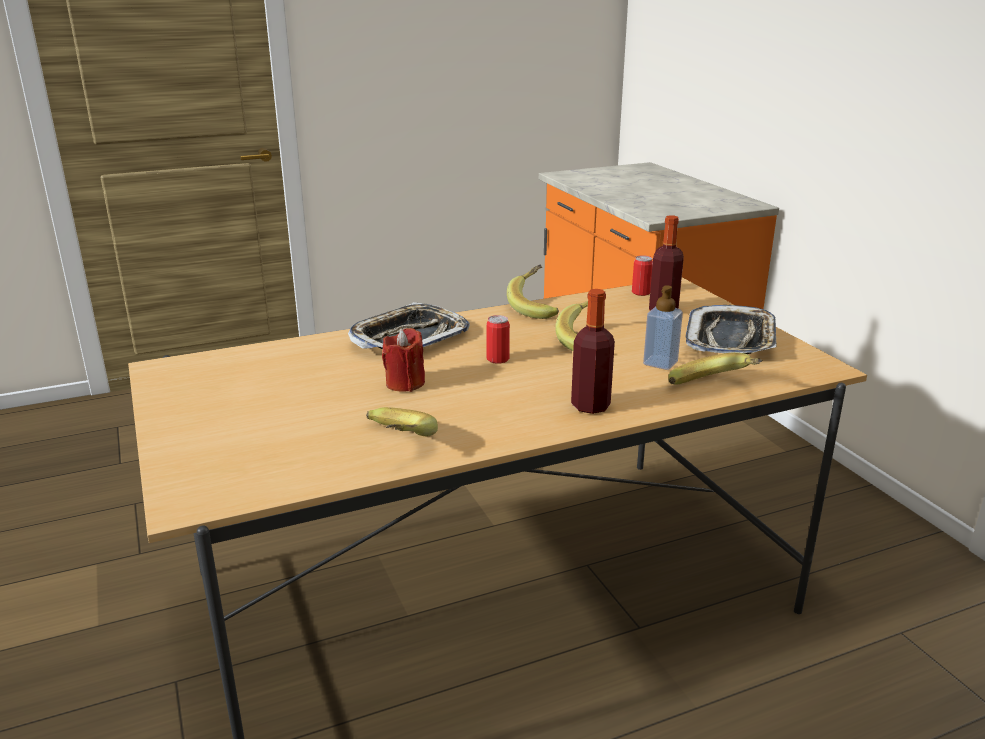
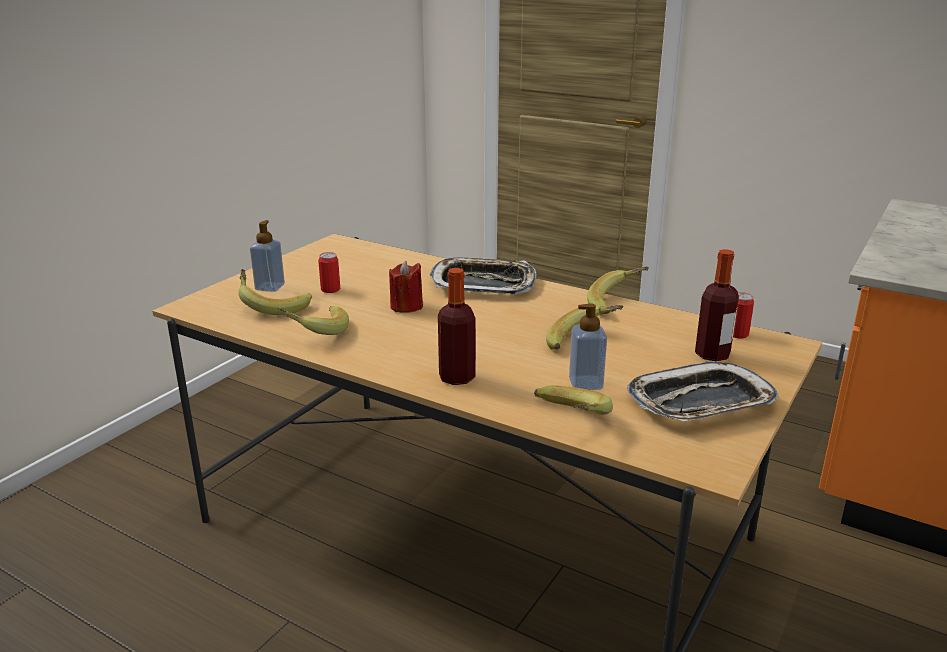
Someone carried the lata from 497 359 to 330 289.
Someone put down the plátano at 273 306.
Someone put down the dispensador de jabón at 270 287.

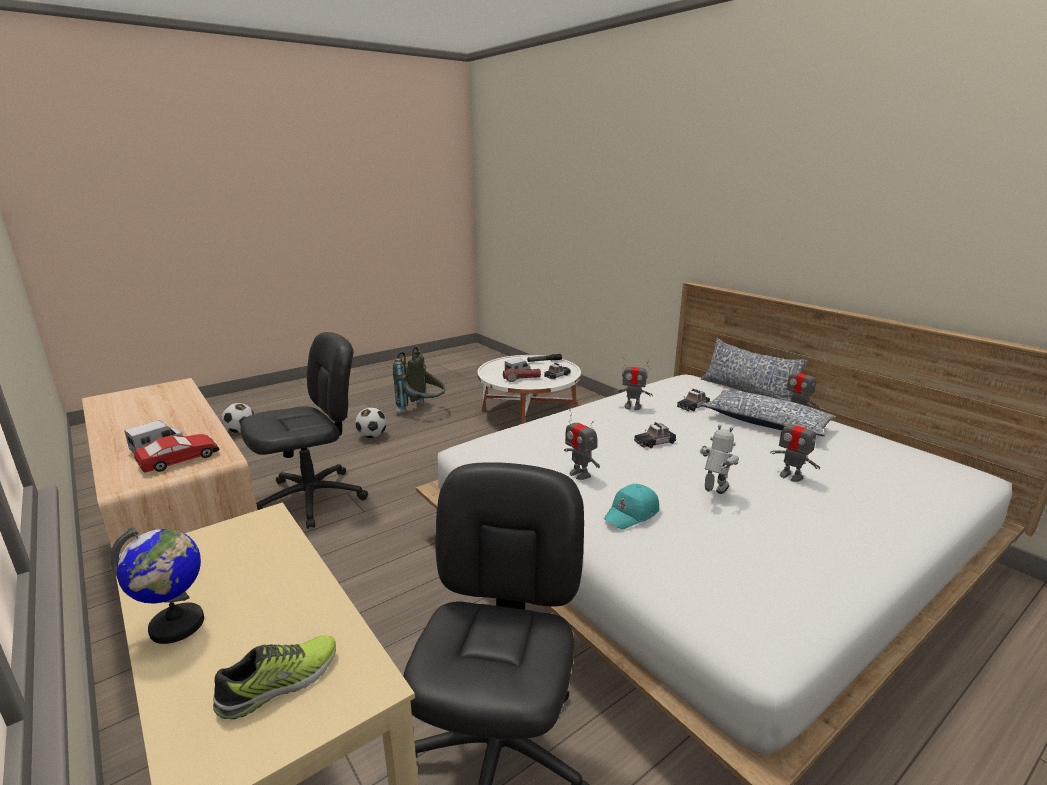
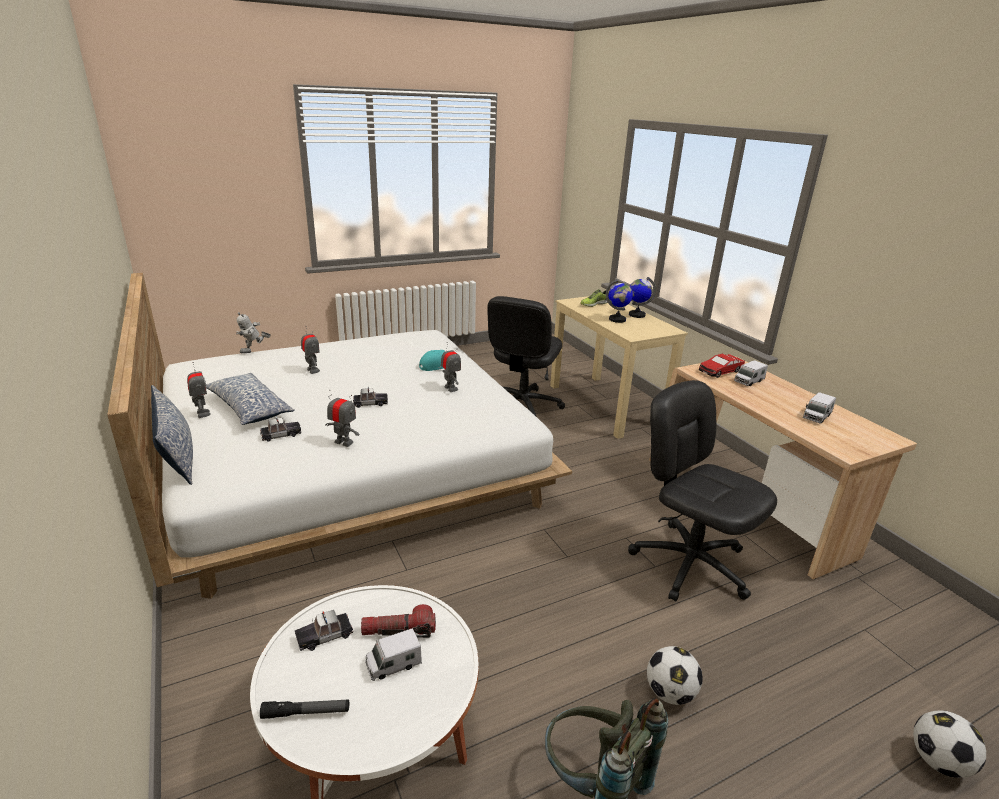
Someone rotated the silla de oficina (negro) at 312 498 by 75 degrees clockwise.
Someone carried the robot de juguete from 713 494 to 255 351.
Someone put down the globo terráqueo at 617 320.
Someone put down the camión de juguete at 816 416.

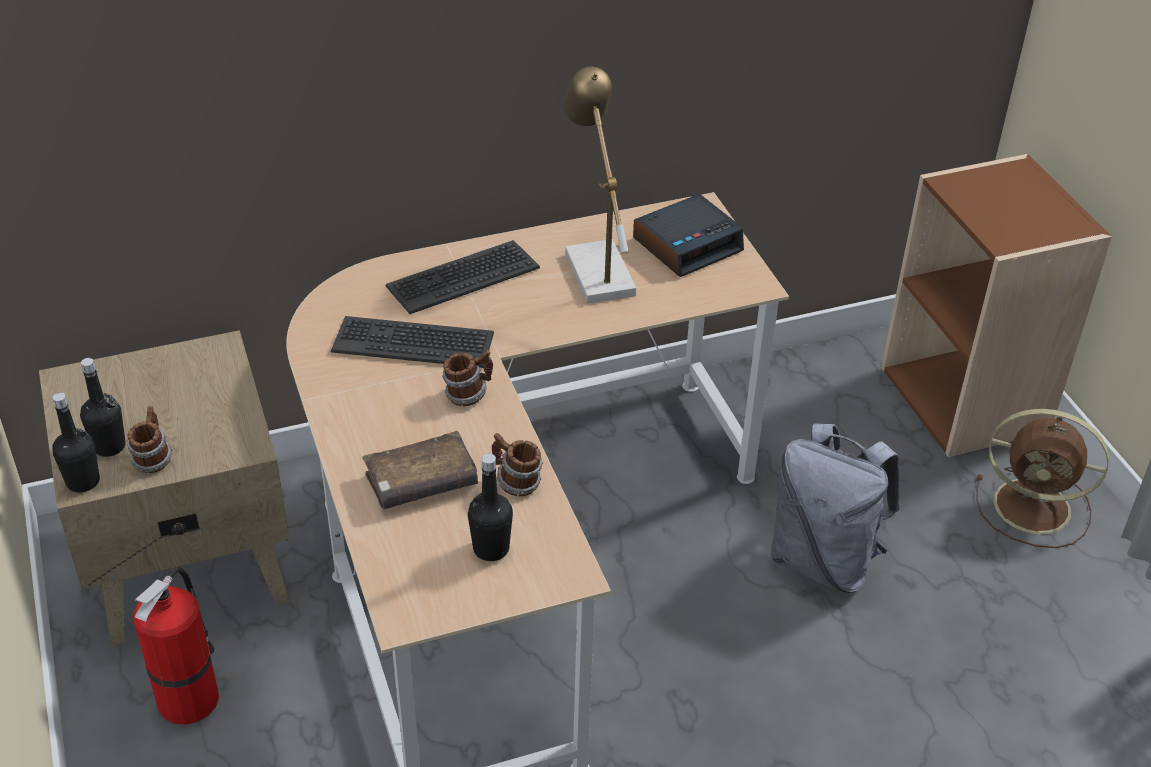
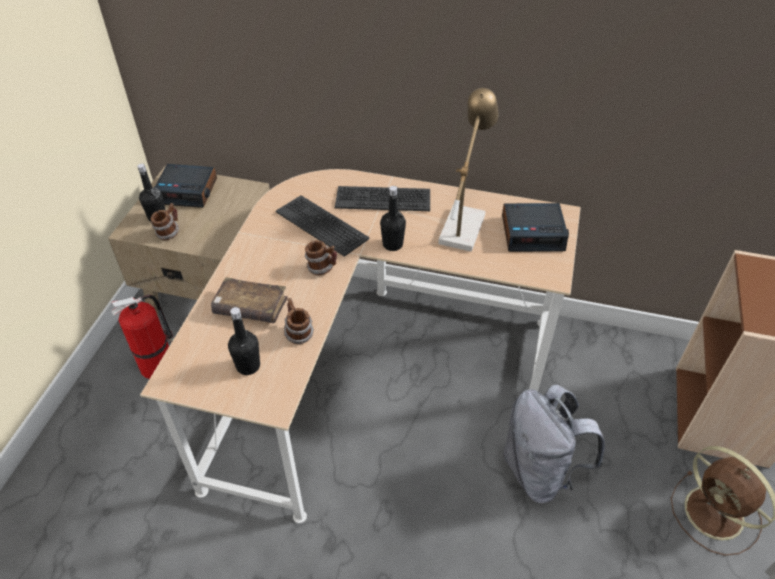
Someone carried the botella (negro) from 83 481 to 392 244.
Someone put down the despertador at 188 191.

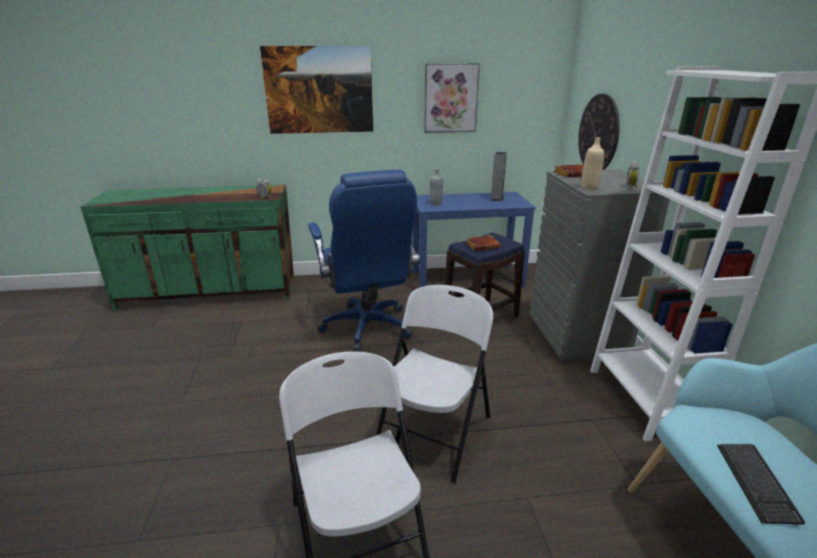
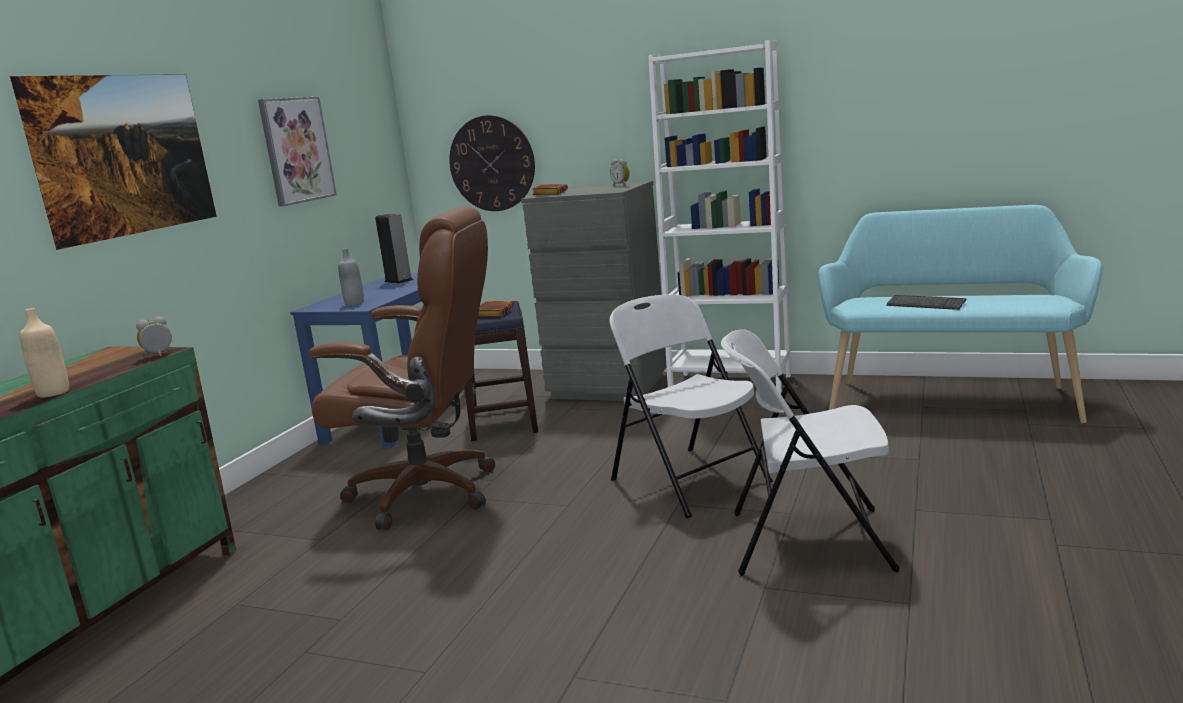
Someone repainted the silla de oficina (azul) at 367 328, which became the silla de oficina (marrón) at 427 493.
Someone carried the botella (beis) from 589 187 to 53 393.

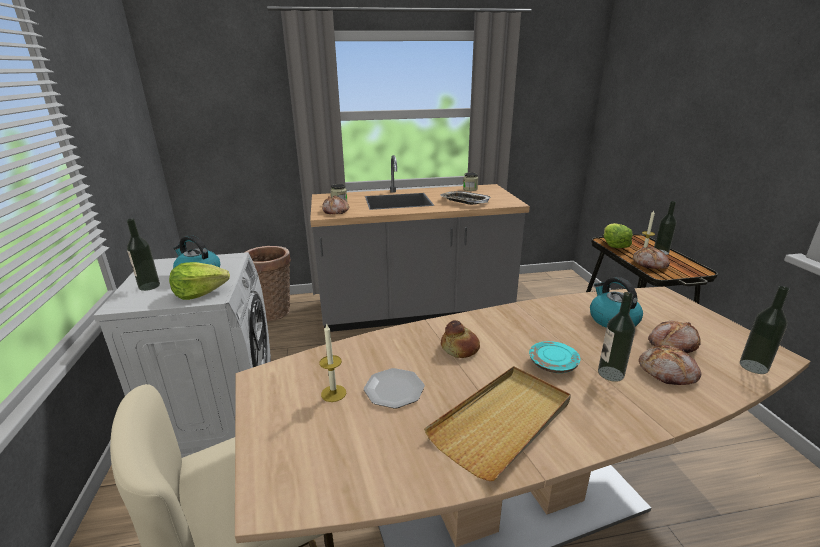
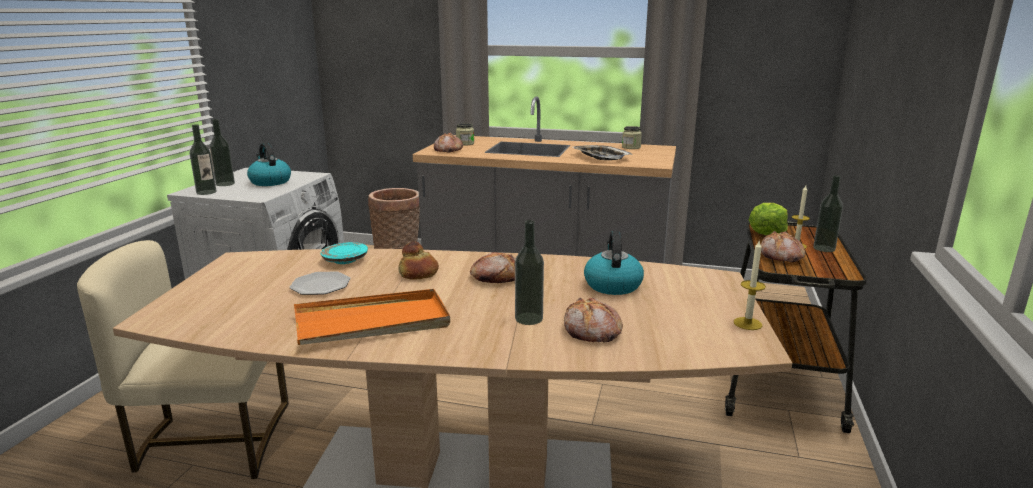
Someone took away the lechuga at 200 293.
Someone carried the vela from 333 393 to 747 323.
Someone repainted the bandeja (beis) at 503 421, which became the bandeja (naranja) at 372 322.
Someone carried the plato (turquesa) from 553 364 to 345 260.
Someone carried the pan from 671 344 to 496 277.
Someone carried the botella from 753 366 to 206 192.

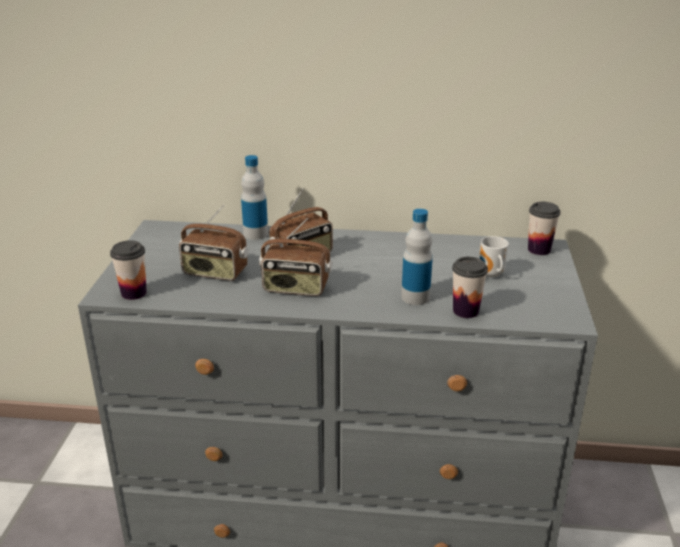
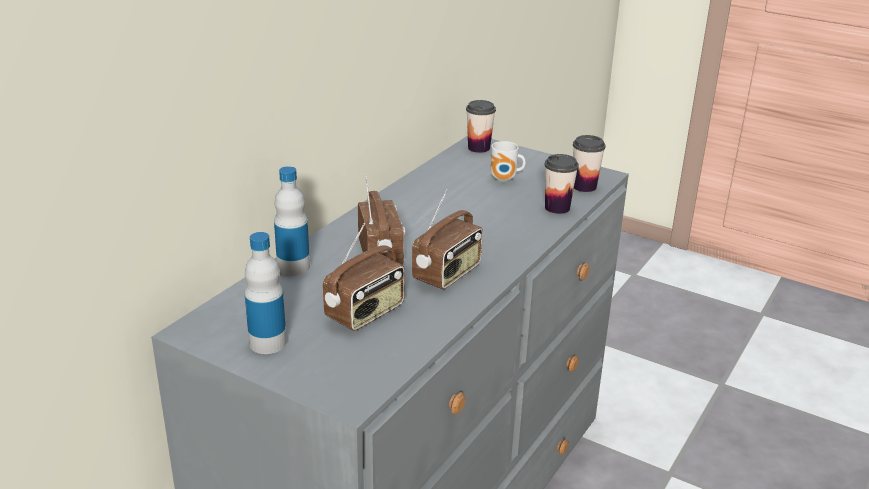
Someone carried the taza from 134 293 to 584 186.
Someone carried the botella from 415 297 to 267 343.

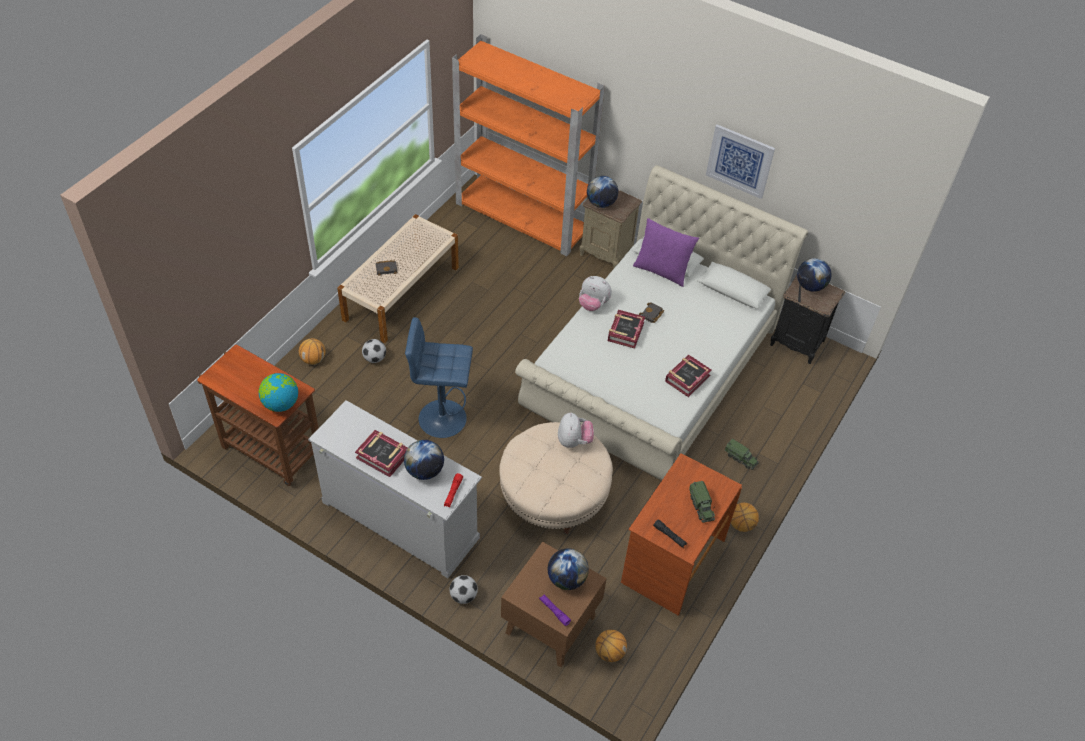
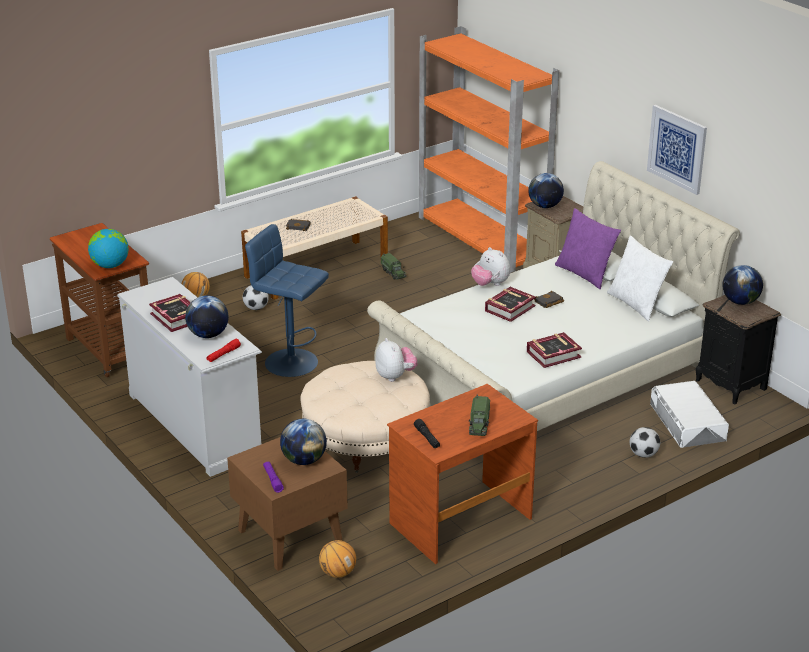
Someone carried the balón de fútbol from 463 596 to 643 454.
Someone rotated the peluche at 574 441 by 45 degrees counterclockwise.
Someone carried the camión de juguete from 740 458 to 393 273.
Someone took away the balón de baloncesto at 741 524.
Someone put down the cojín (blanco) at 636 304.
Someone put down the caja de almacenaje (blanco) at 688 422.

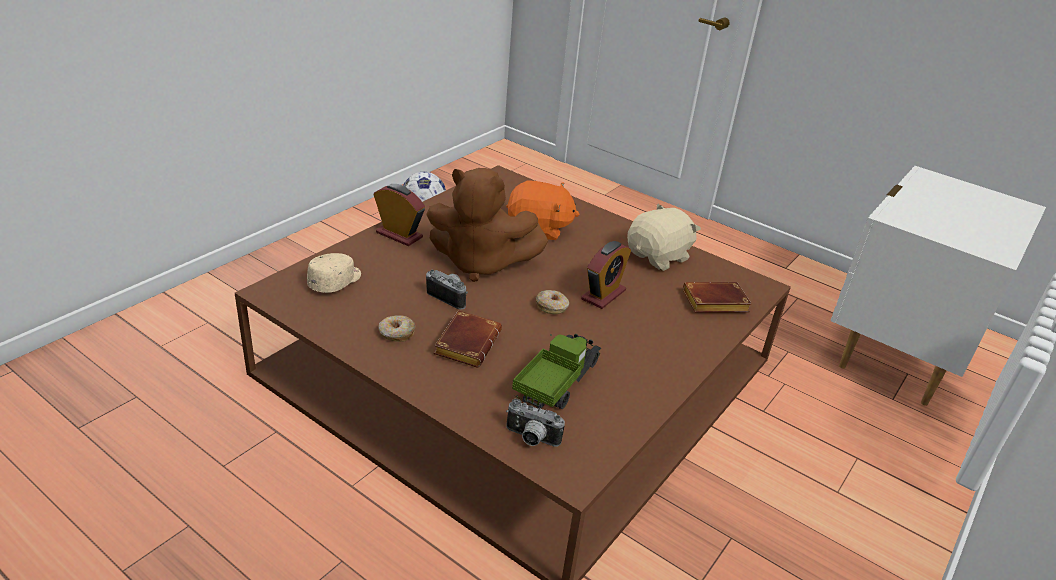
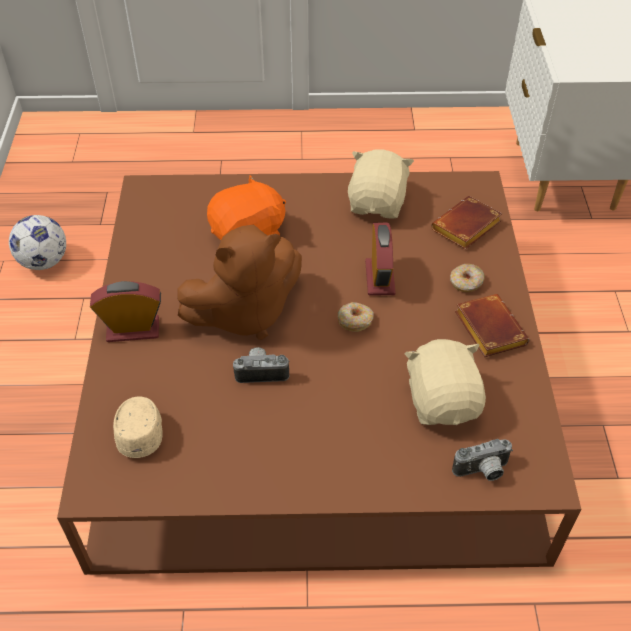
Someone carried the rosquilla from 396 333 to 466 283.
Someone carried the libro (marrón) from 466 343 to 487 329.
Someone swapped the camión de juguete at 556 383 for the peluche (beis) at 443 401.

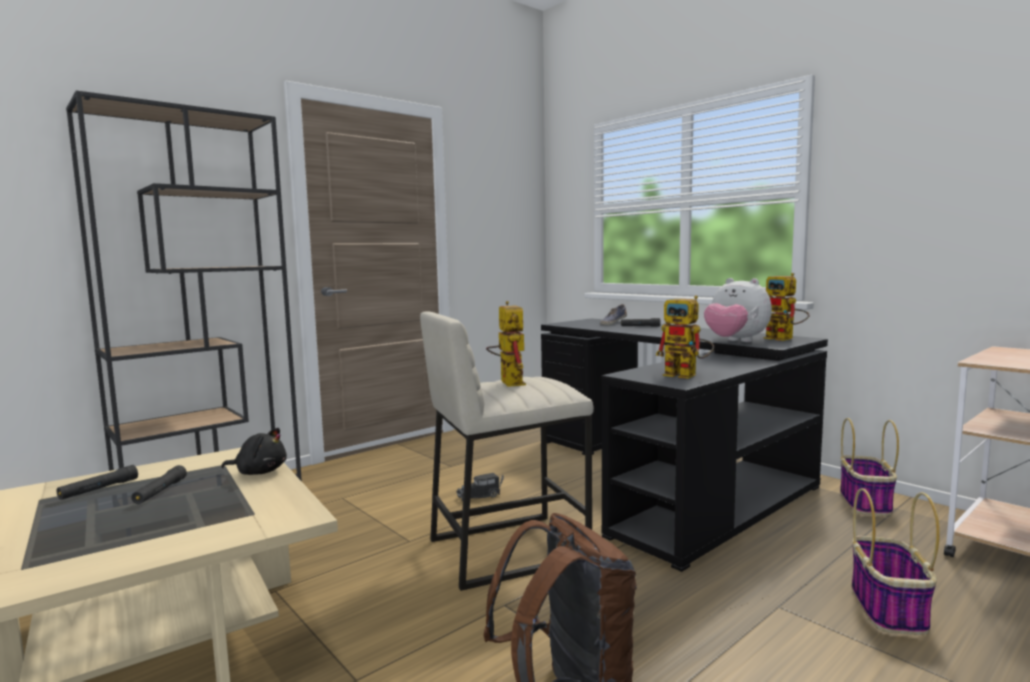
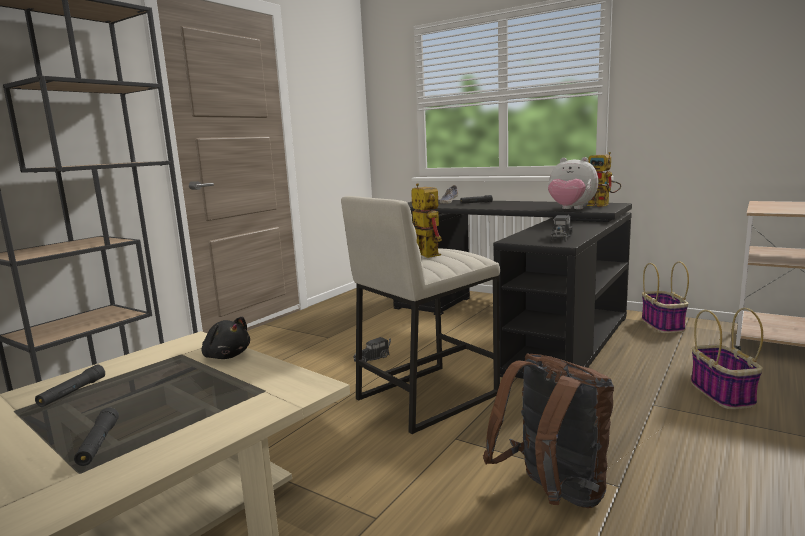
Someone carried the linterna (negro) from 160 491 to 98 444.
Someone rotated the peluche (negro) at 259 472 by 45 degrees clockwise.
Someone swapped the robot de juguete at 687 375 for the camión de juguete at 560 237.

